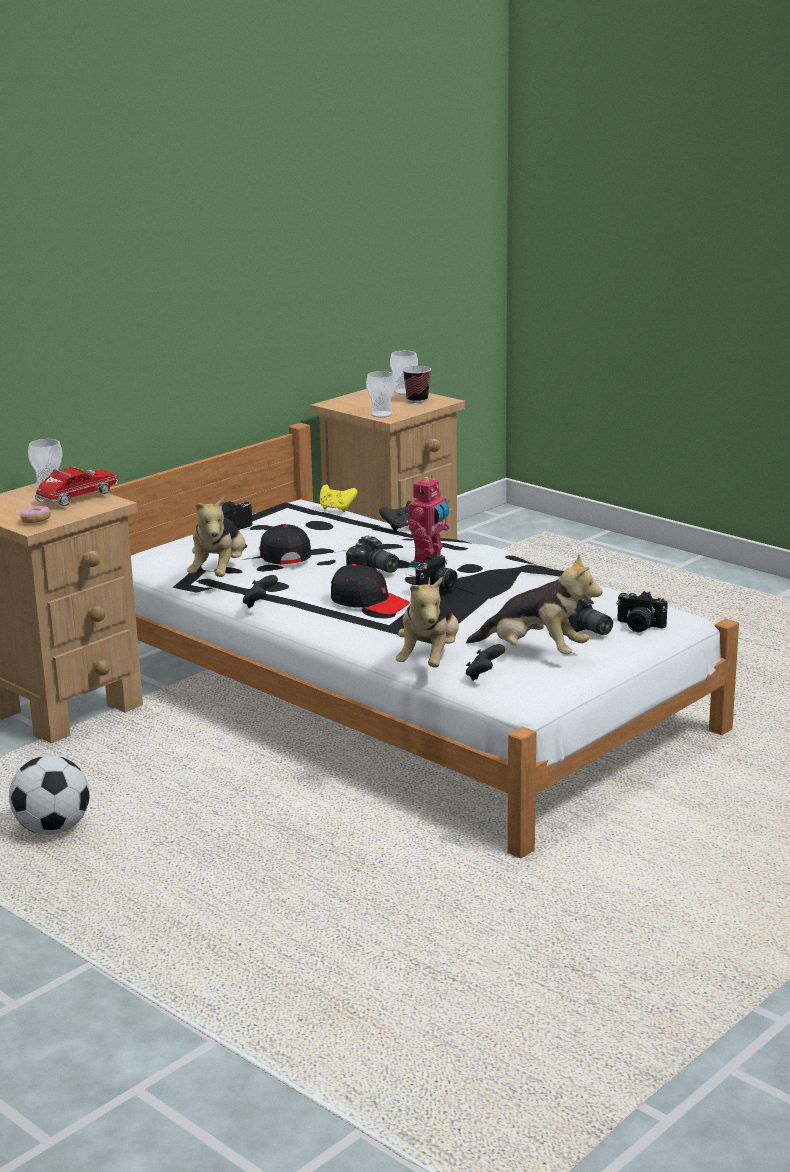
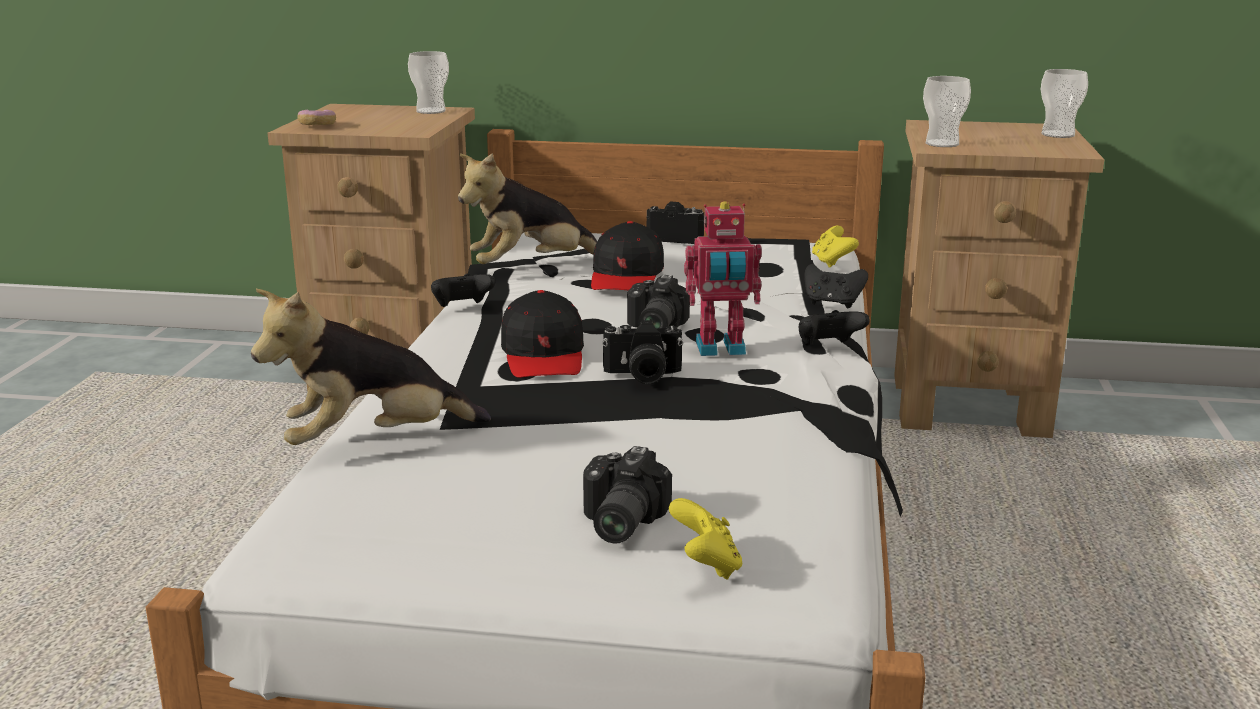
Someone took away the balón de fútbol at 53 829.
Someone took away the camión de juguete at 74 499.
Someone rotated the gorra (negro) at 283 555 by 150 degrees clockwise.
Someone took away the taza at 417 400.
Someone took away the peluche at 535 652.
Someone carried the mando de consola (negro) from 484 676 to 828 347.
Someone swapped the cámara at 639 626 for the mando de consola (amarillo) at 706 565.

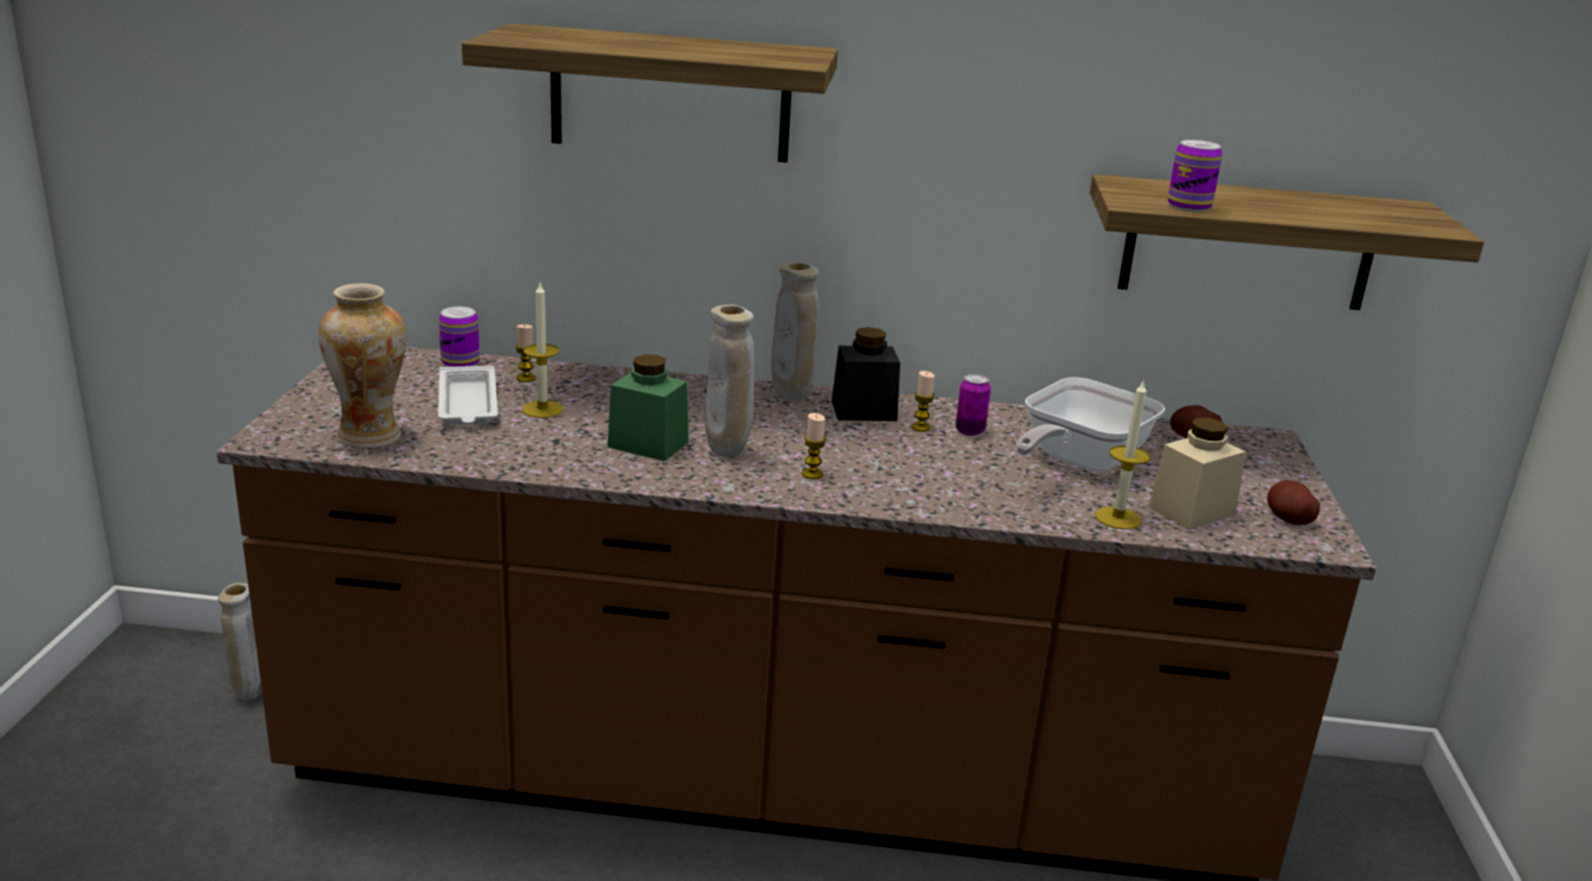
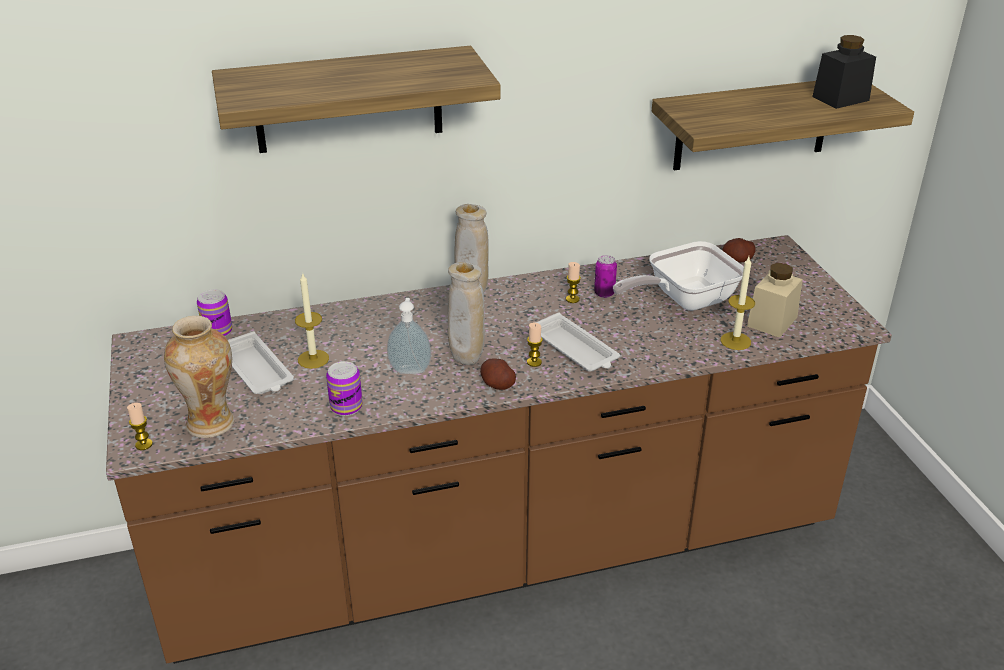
Someone took away the florero (beis) at 252 694.
Someone carried the vela from 526 378 to 144 444.
Someone swapped the tarro (verde) at 648 444 for the dispensador de jabón at 410 369.
Someone carried the tarro (negro) from 864 411 to 840 98.
Someone rotated the sartén at 1077 461 by 45 degrees clockwise.
Someone carried the lata from 1189 206 to 346 407.
Someone carried the patata from 1288 519 to 497 384.
Someone put down the bandeja (blanco) at 574 349.

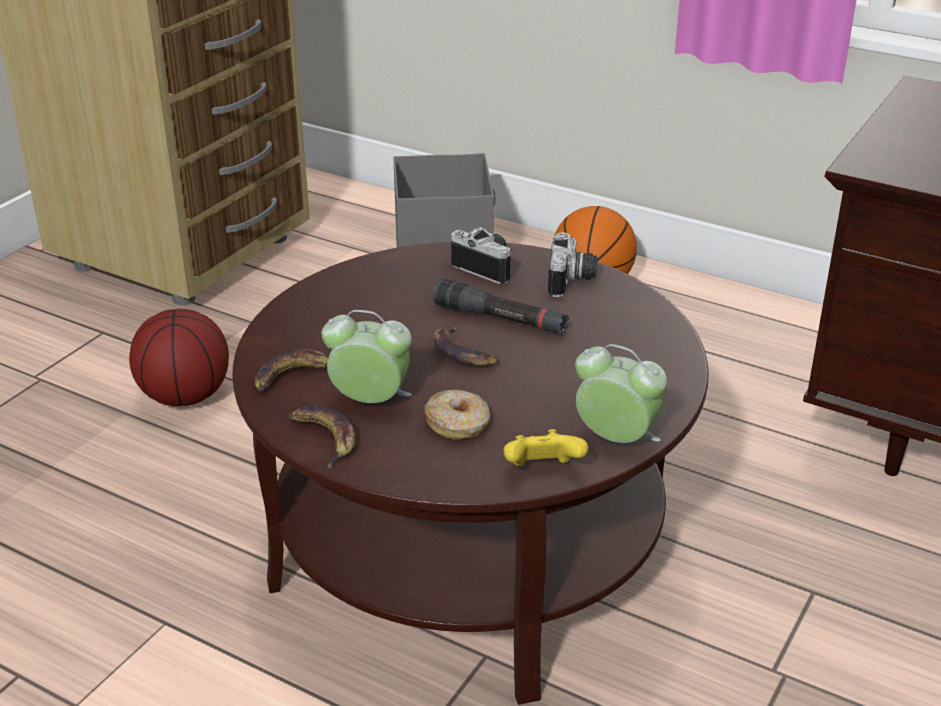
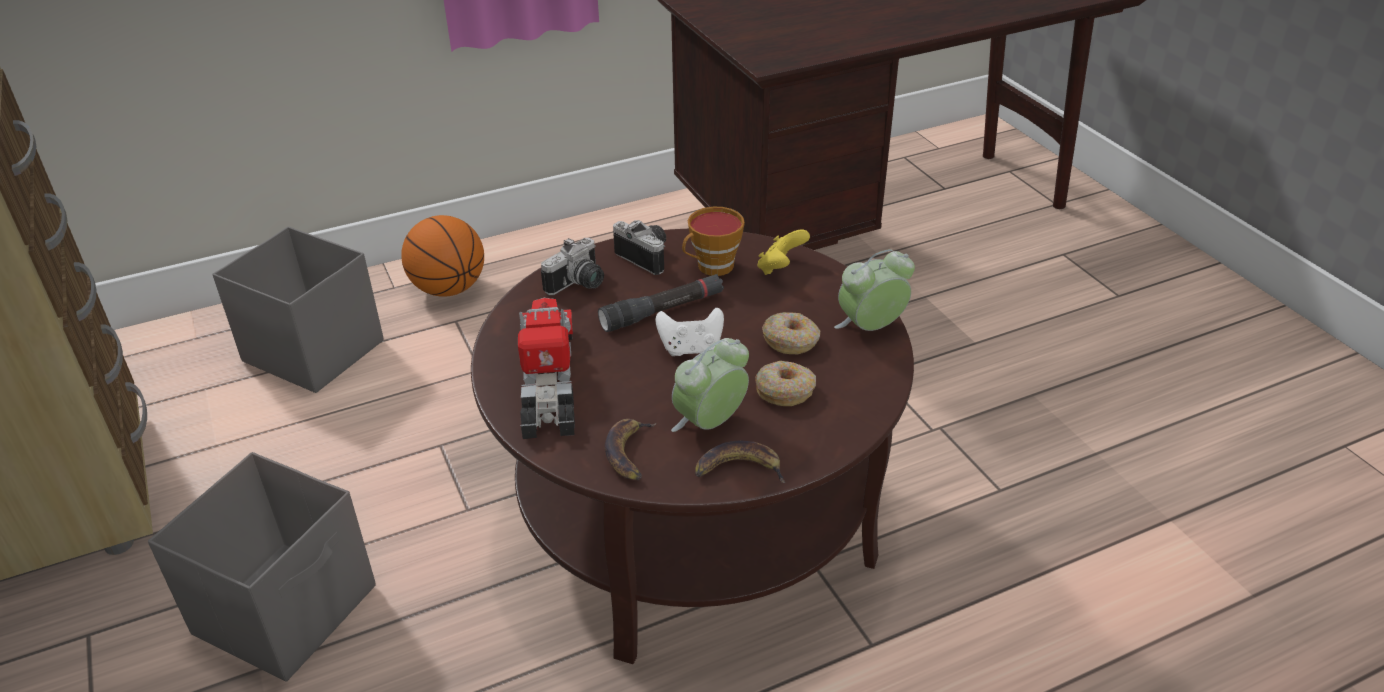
Someone swapped the balón de baloncesto at 186 396 for the caja de almacenaje (gris) at 288 609.
Someone swapped the plátano at 463 353 for the mando de consola (blanco) at 691 349.
Someone rotated the cámara at 488 267 by 150 degrees clockwise.
Someone carried the mando de consola (amarillo) from 542 470 to 780 268.
Someone put down the camión de juguete at 549 381.
Someone put down the taza at 712 267.
Someone put down the rosquilla at 791 341.

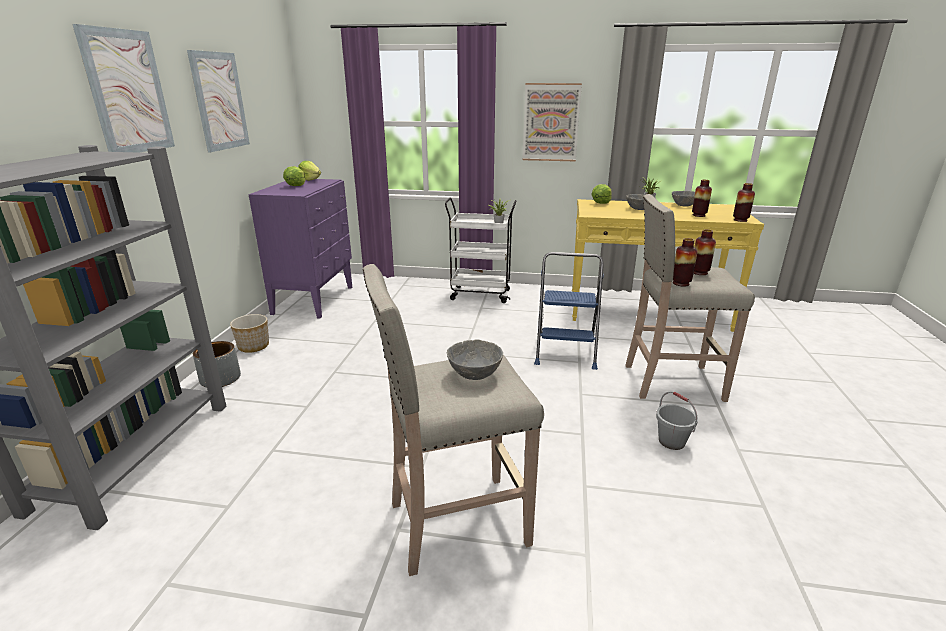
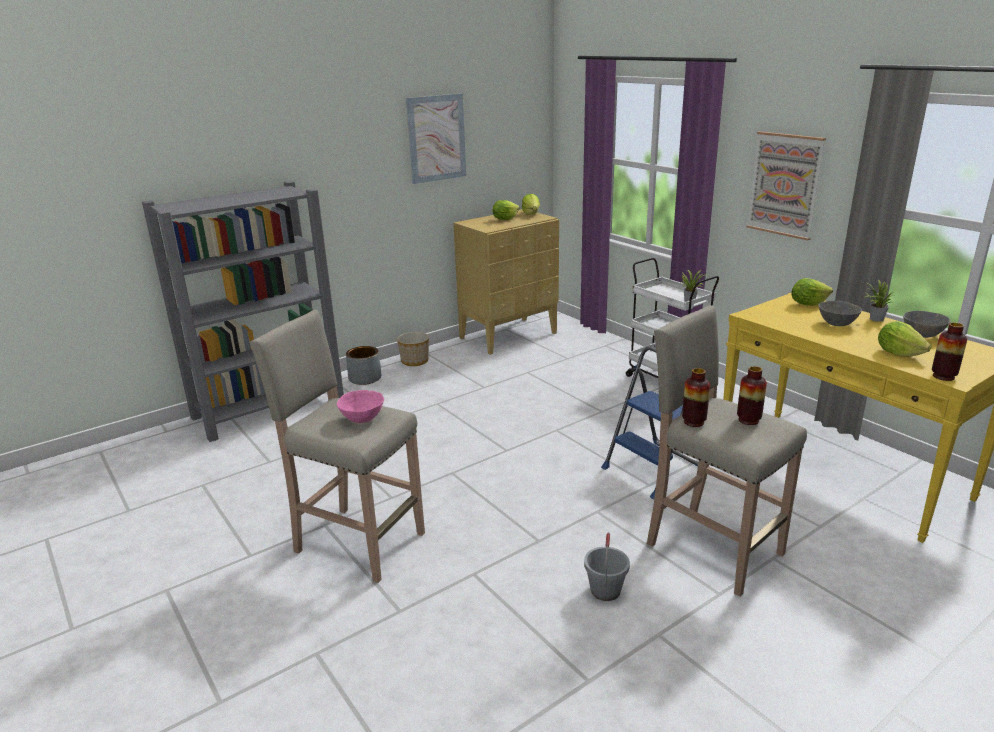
Someone took away the cuadro at 128 92.
Someone repainted the cómoda (morado) at 315 300, which became the cómoda (beis) at 509 336.
Someone repainted the cuenco (gris) at 475 374, which became the cuenco (rosa) at 362 418.
Someone swapped the florero at 699 215 for the lechuga at 898 353.

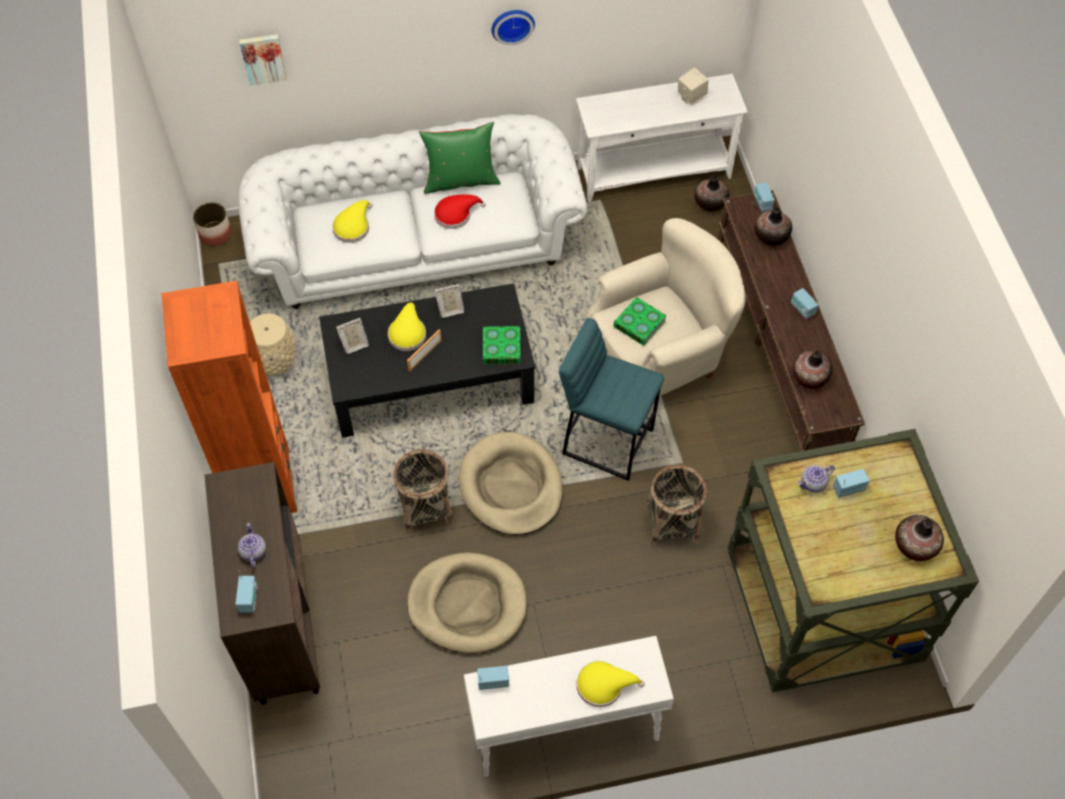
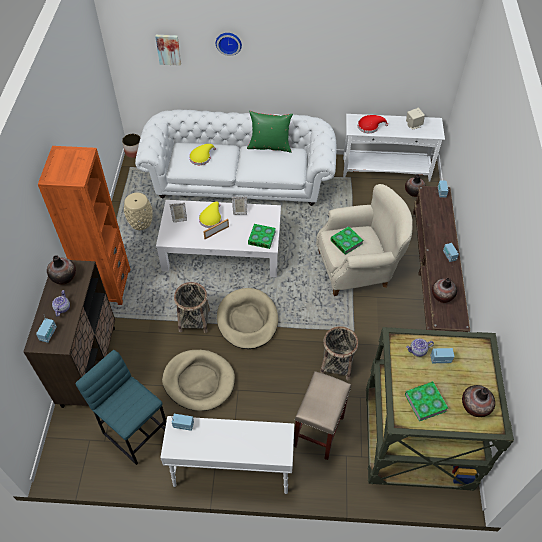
Someone repainted the mesa de centro (negro) at 431 378, which became the mesa de centro (blanco) at 222 251.
Someone carried the sombrero (rojo) from 455 214 to 370 126.
Someone carried the reloj de pared from 512 24 to 228 42.
Someone carried the taburete (turquesa) from 605 440 to 135 431.
Someone took away the sombrero (amarillo) at 604 685.
Someone carried the florero from 771 236 to 64 277.
Someone put down the taburete (beis) at 318 430.
Someone put down the libro at 425 402.

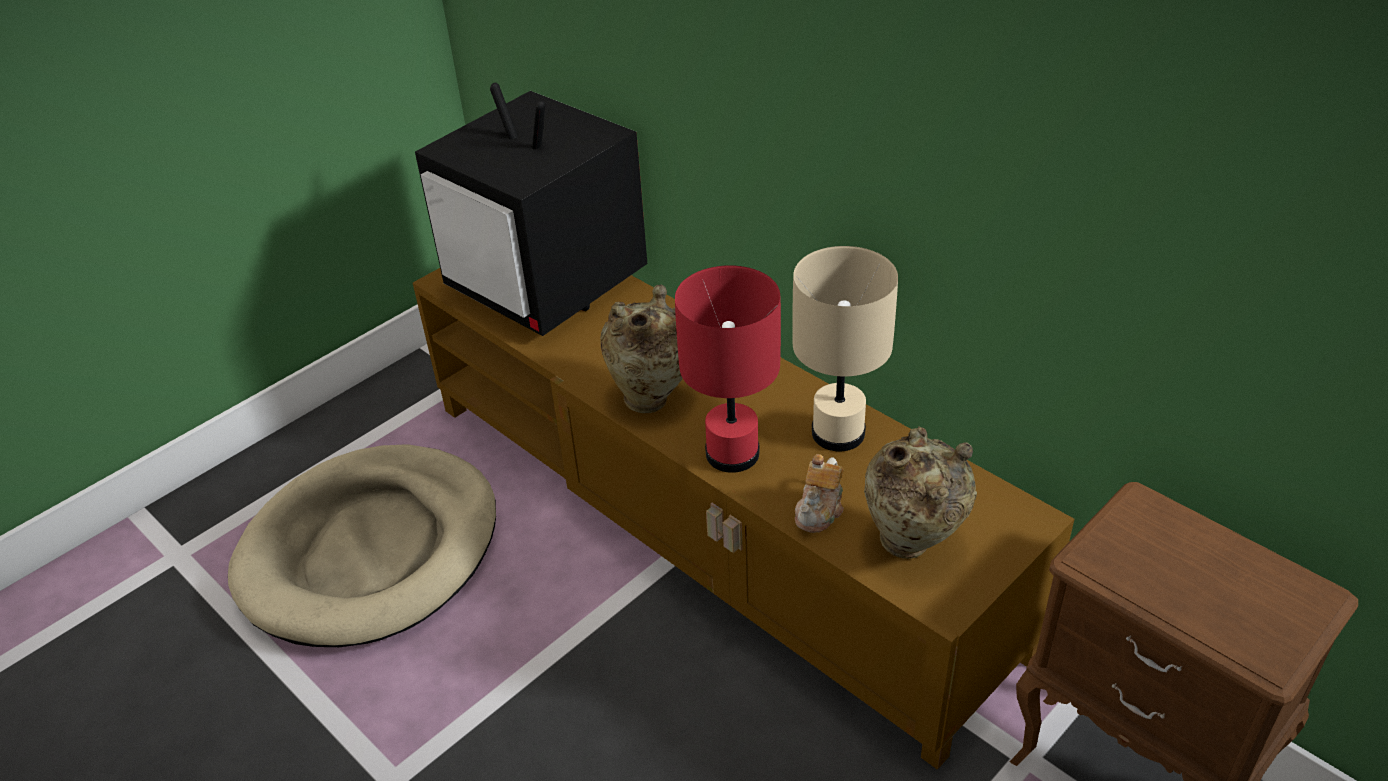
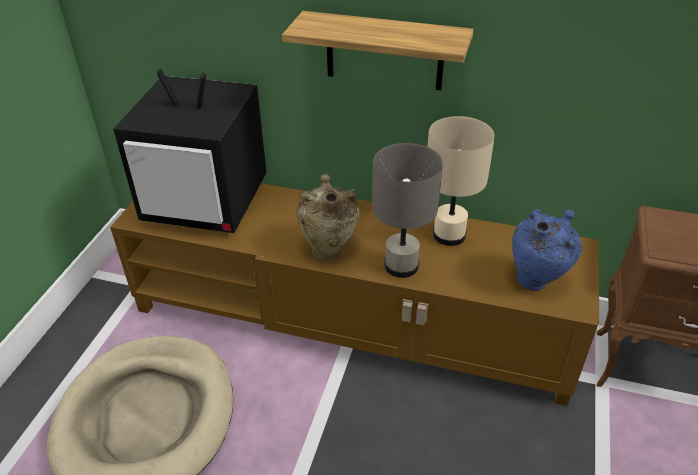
Someone repainted the lámpara de mesa (rojo) at 733 453, which became the lámpara de mesa (gris) at 401 265.
Someone took away the tetera at 820 510.
Someone repainted the florero (beis) at 912 545, which became the florero (azul) at 536 281.
Someone put up the estante at 384 51.

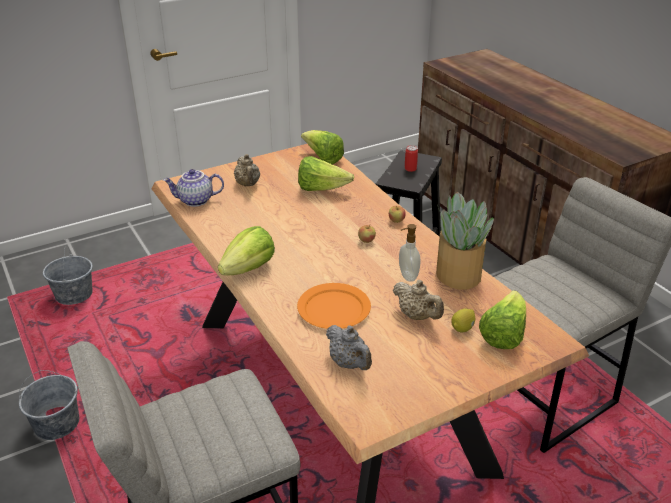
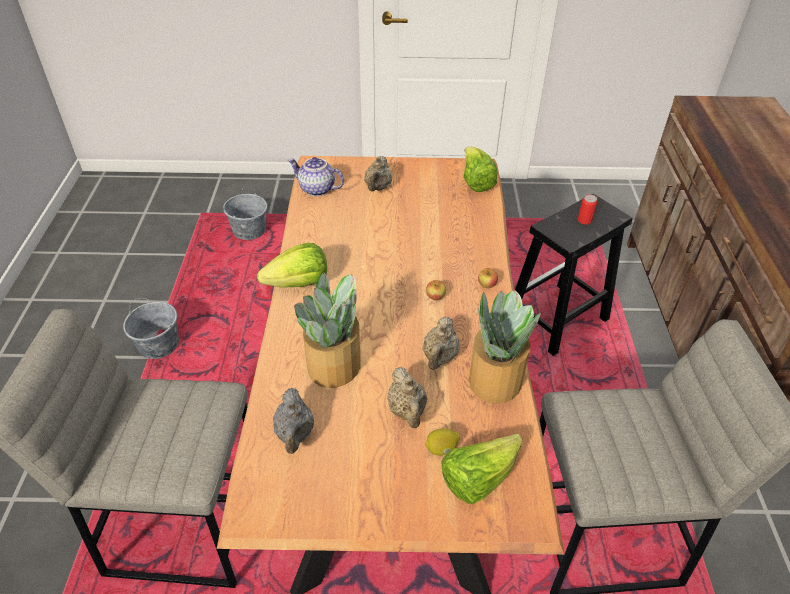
Someone swapped the plato (naranja) at 334 309 for the planta en maceta at 335 364.
Someone took away the lechuga at 321 189.
Someone swapped the dispensador de jabón at 407 276 for the tetera (beis) at 439 357.

